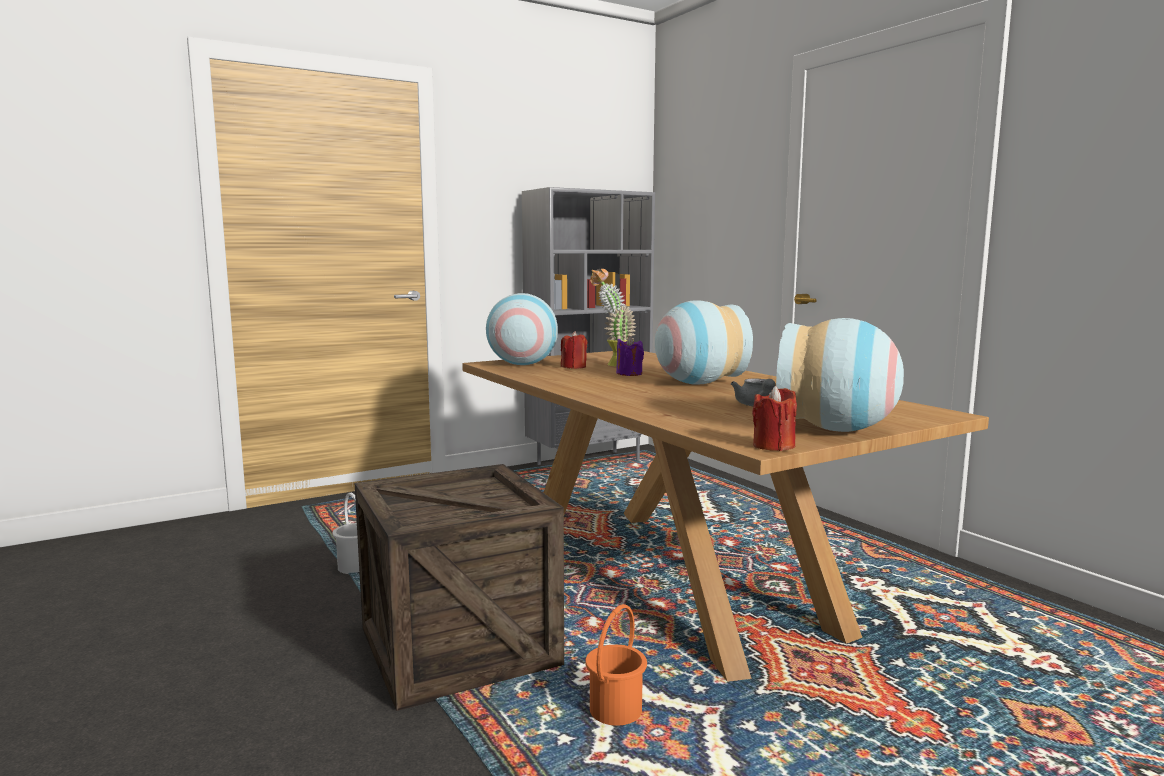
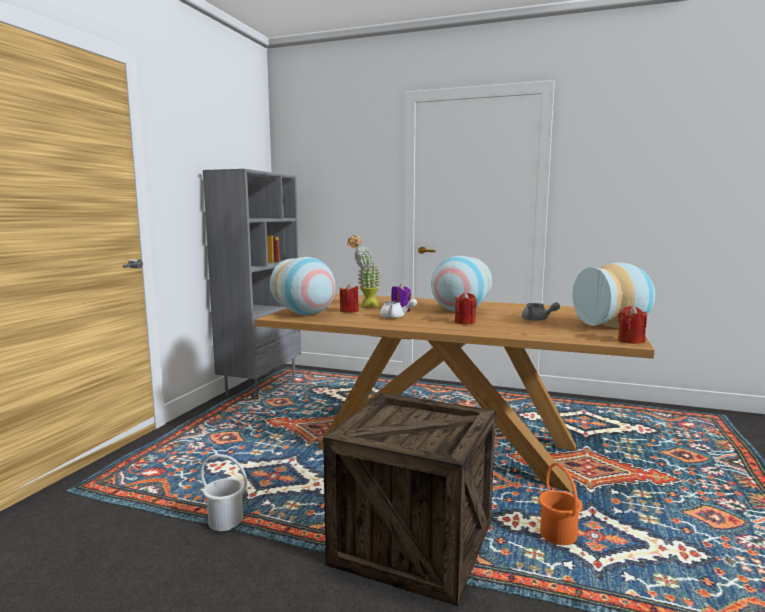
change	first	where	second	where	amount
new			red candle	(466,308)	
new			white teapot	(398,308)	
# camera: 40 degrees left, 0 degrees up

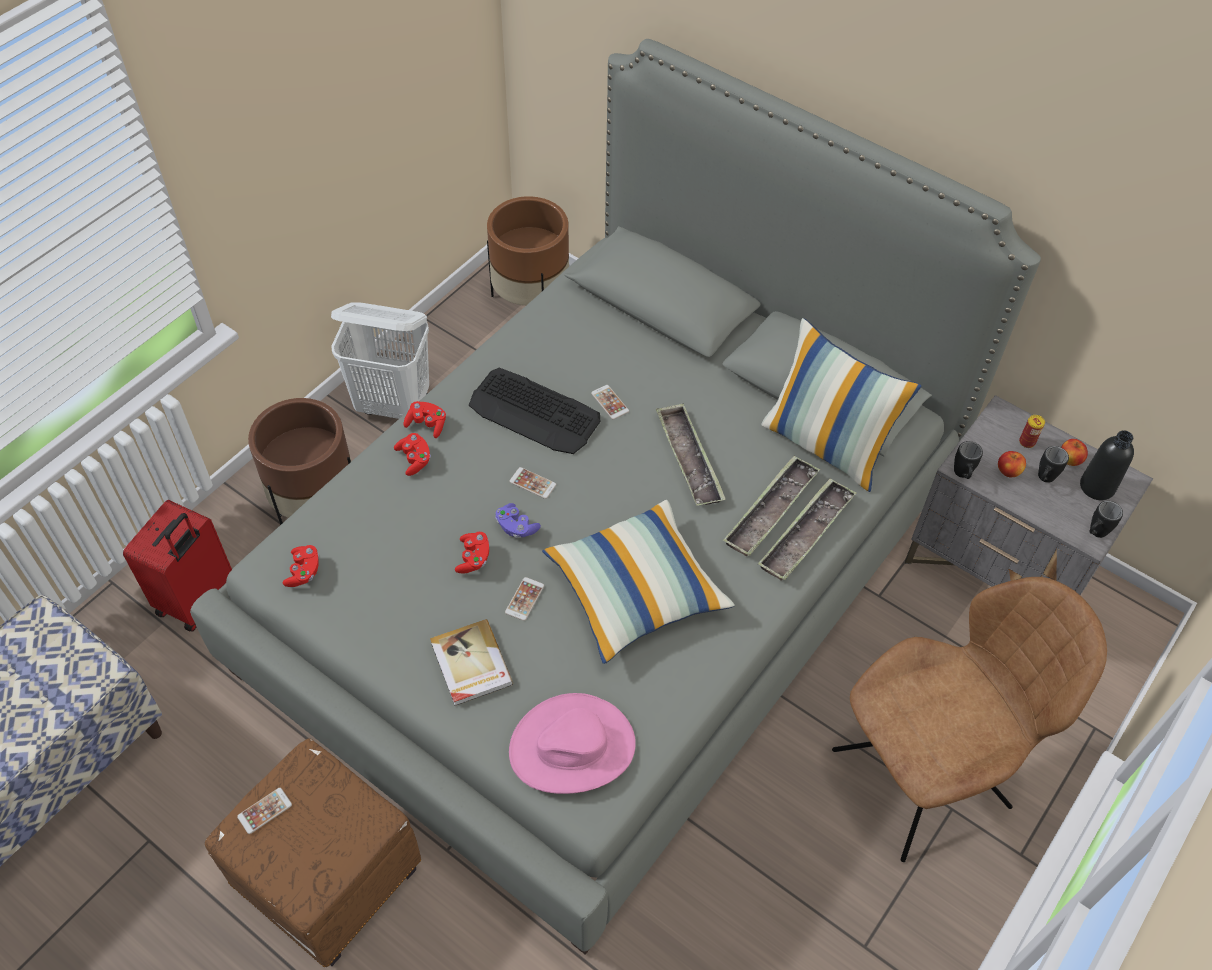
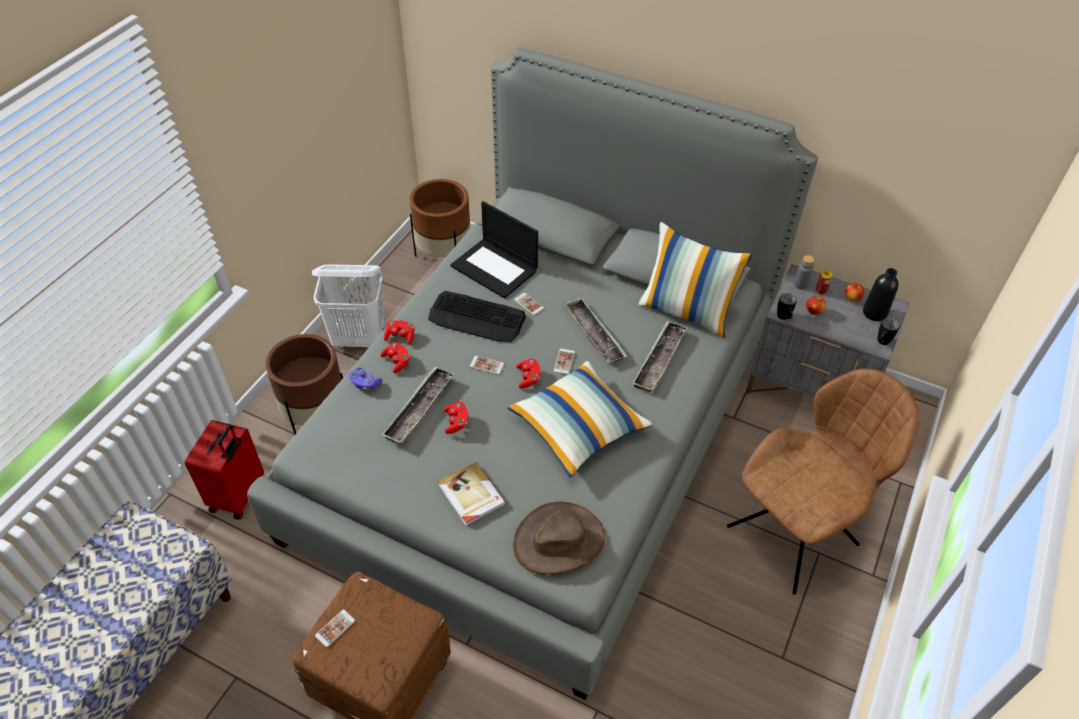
change	first	where	second	where	amount
gone	black mug	(1053,464)			
shifted	tray	(807,529)		(417,405)	
shifted	purple game controller	(518,520)		(365,378)	
shifted	red game controller	(301,566)		(528,373)	
shifted	phone	(524,599)		(564,362)	
repainted	pink hat	(572,743)	brown hat	(559,537)	
new			laptop	(494,250)	
new			grey bottle	(804,272)	
# camera: 10 degrees left, 5 degrees down

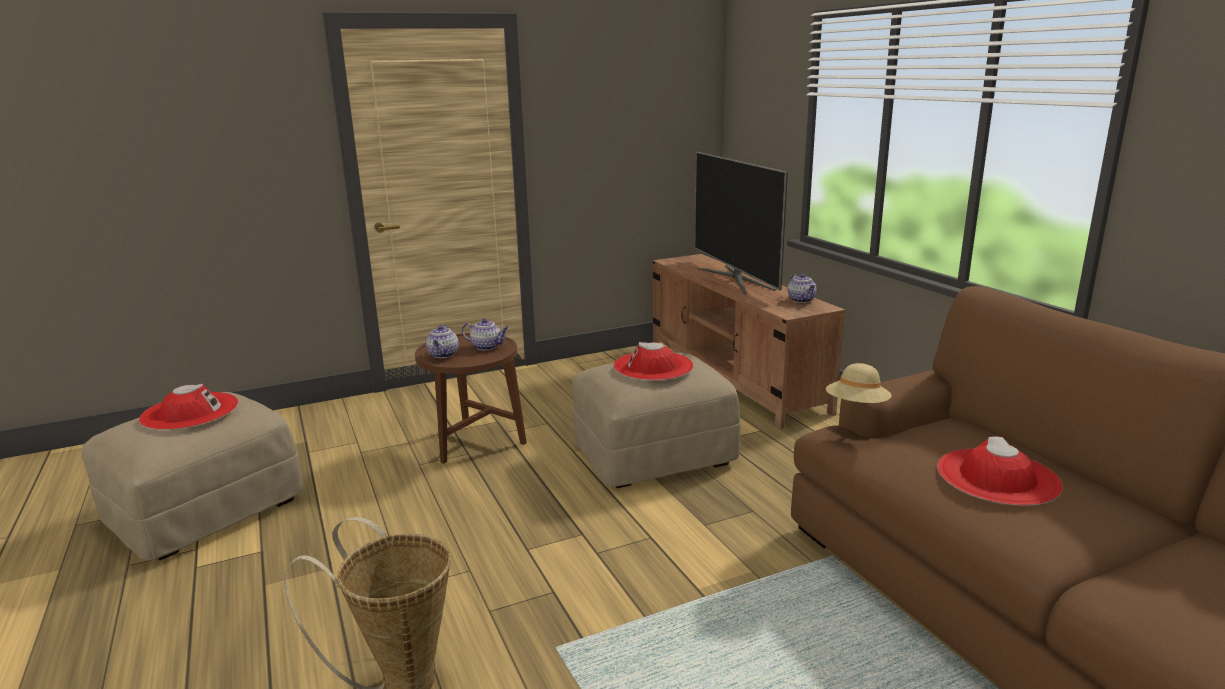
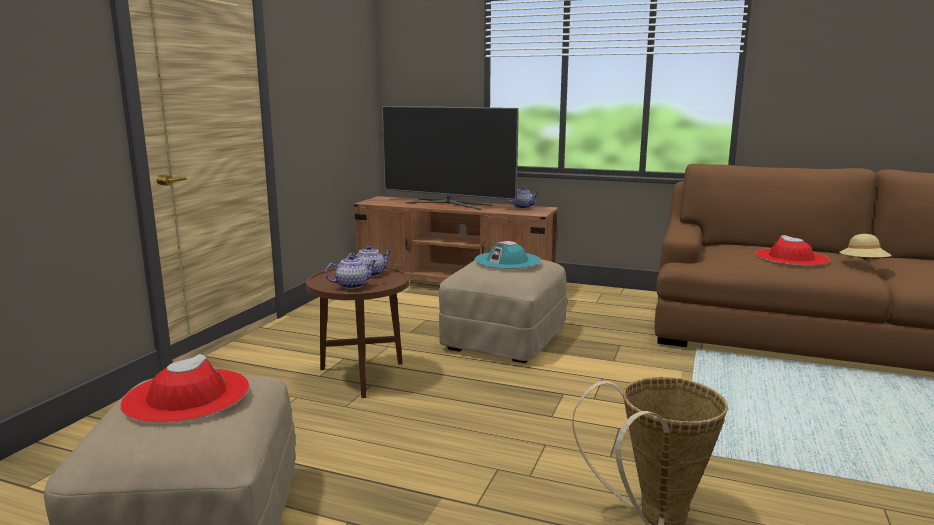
change	first	where	second	where	amount
rotated	teapot	(442,341)		(351,272)	75 degrees counterclockwise
repainted	red hat	(653,361)	turquoise hat	(507,255)	
shifted	beige hat	(858,383)		(865,246)	
# camera: 45 degrees left, 5 degrees down

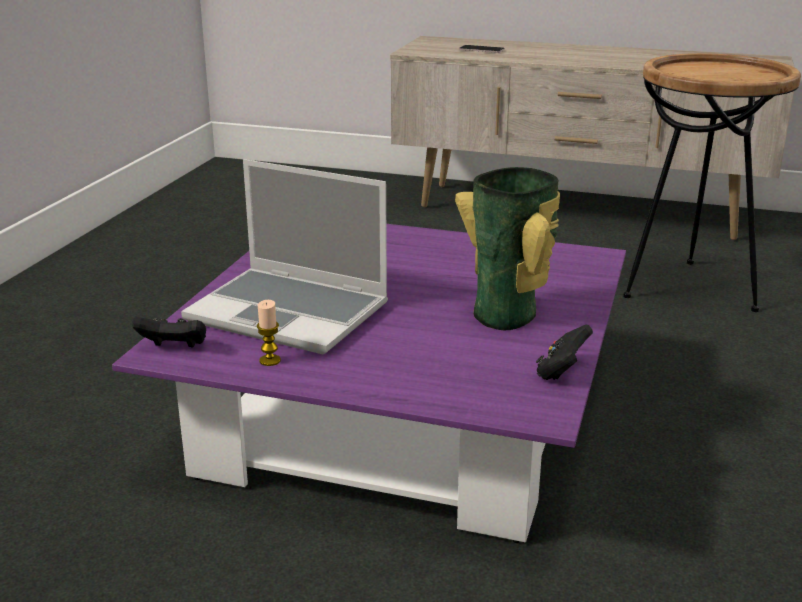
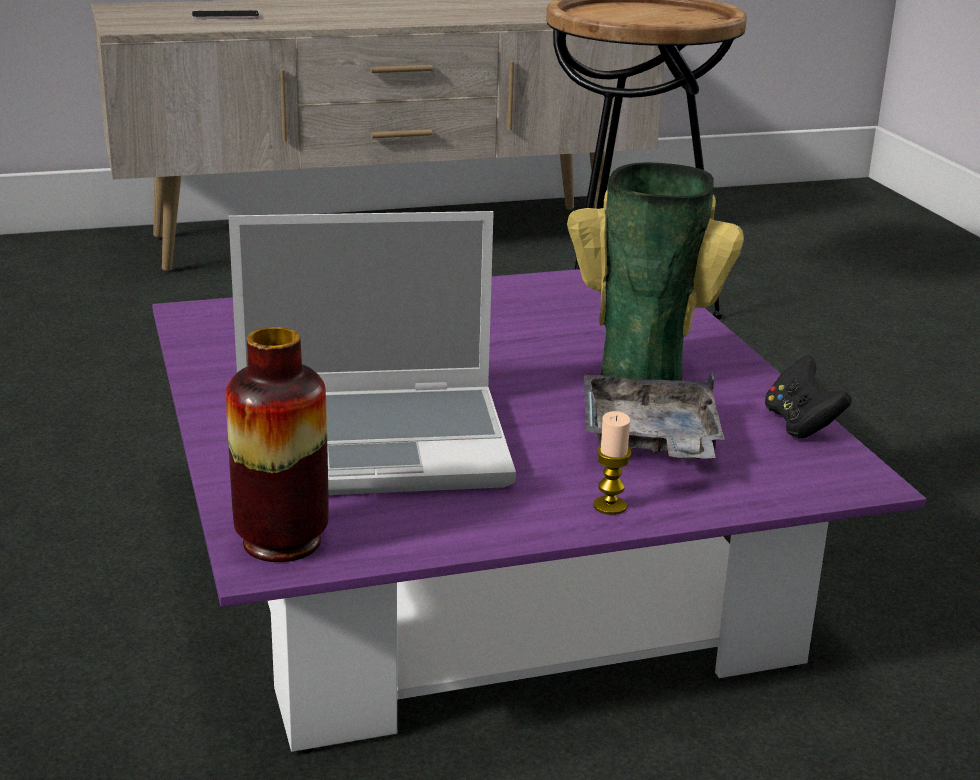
change	first	where	second	where	amount
shifted	candle	(269,333)		(612,463)	
swapped	black game controller	(169,332)	vase	(277,444)	
new			grey tray	(654,415)	
# camera: 35 degrees left, 0 degrees up

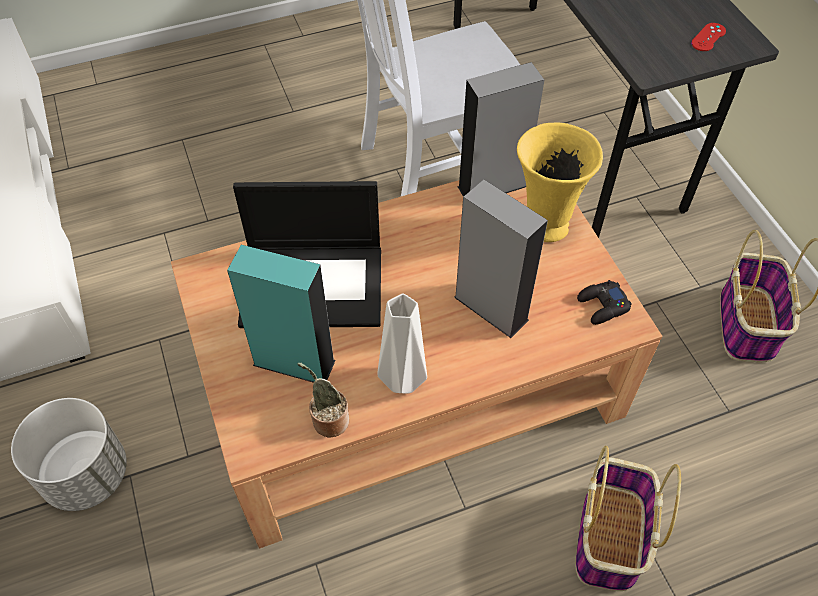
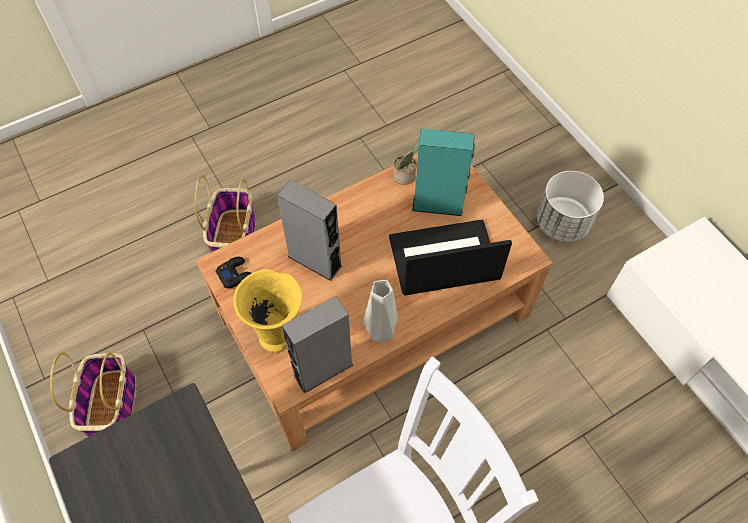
change	first	where	second	where	amount
gone	red game controller	(708,37)			
shifted	grey vase	(402,343)		(380,311)	
# camera: 170 degrees right, 5 degrees up

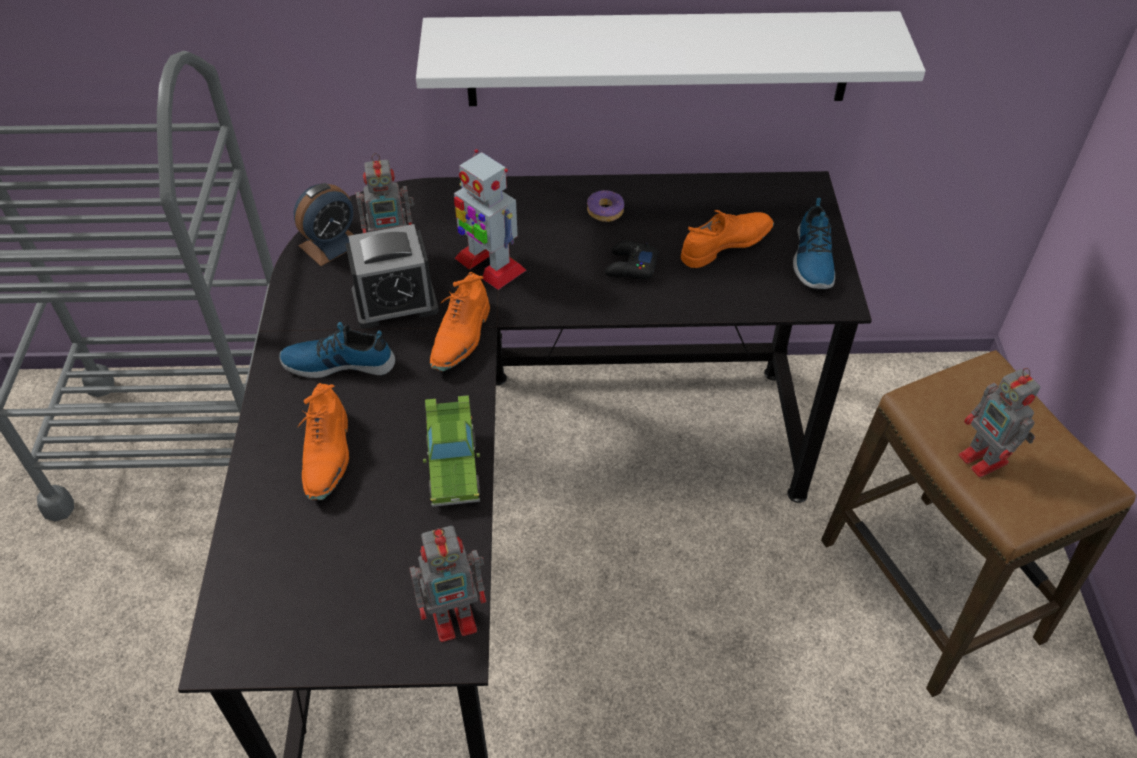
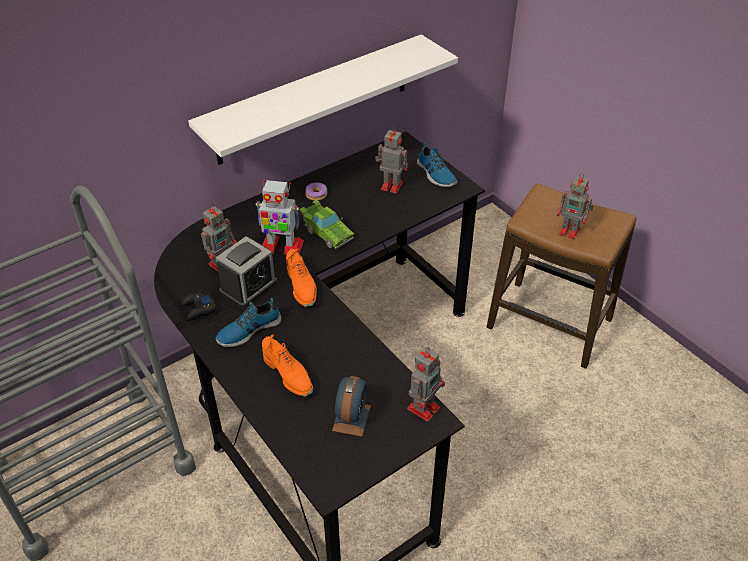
change	first	where	second	where	amount
shifted	alarm clock	(324,224)		(351,406)	
swapped	orange shoe	(727,239)	toy robot	(391,160)	
shifted	black game controller	(632,260)		(198,305)	
shifted	green toy car	(451,451)		(326,225)	
# camera: 35 degrees left, 5 degrees down

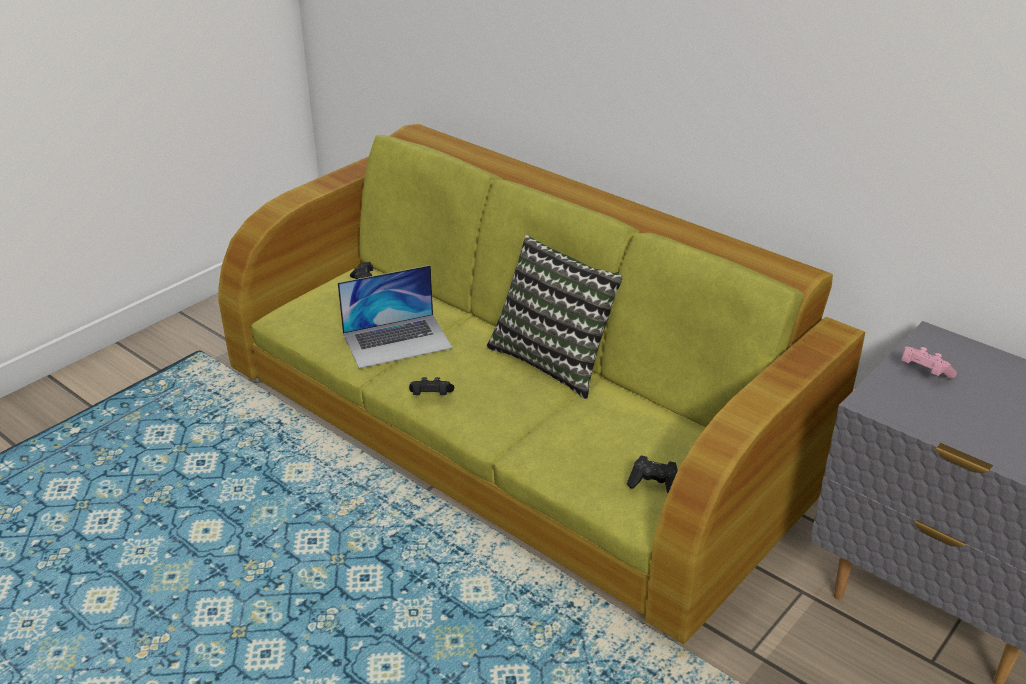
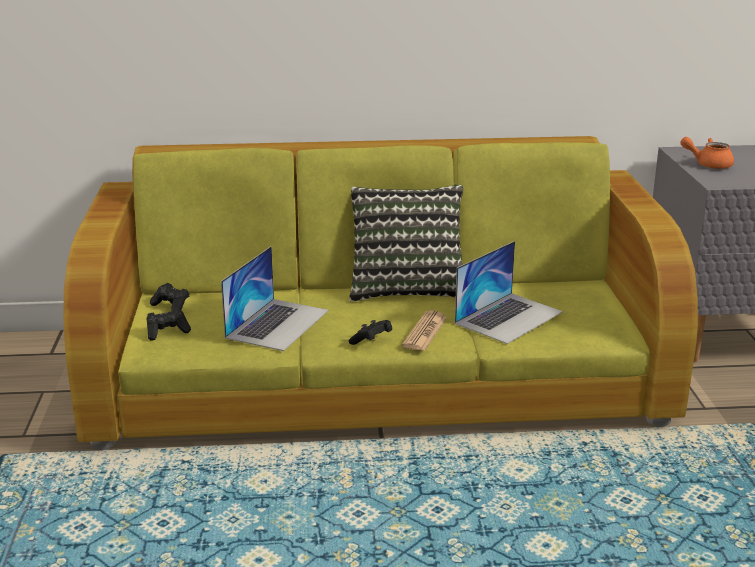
change	first	where	second	where	amount
swapped	pink game controller	(929,362)	orange teapot	(707,153)	
shifted	black game controller	(652,474)		(168,324)	
new			laptop	(509,292)	
new			newspaper	(424,331)	
# camera: 45 degrees left, 10 degrees down

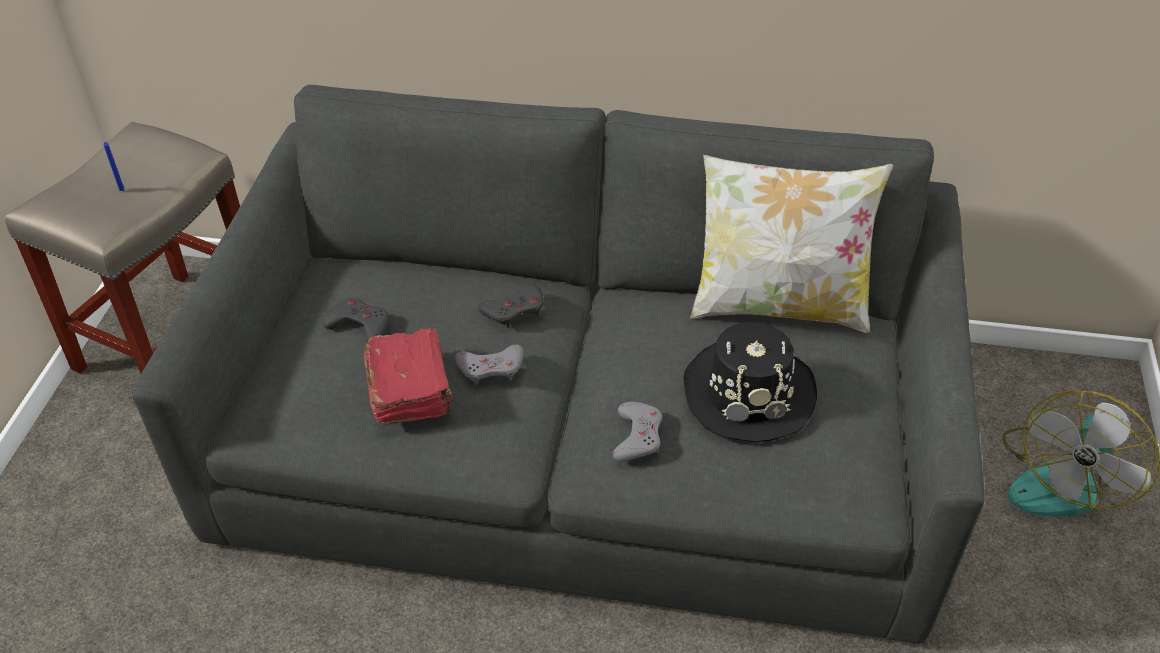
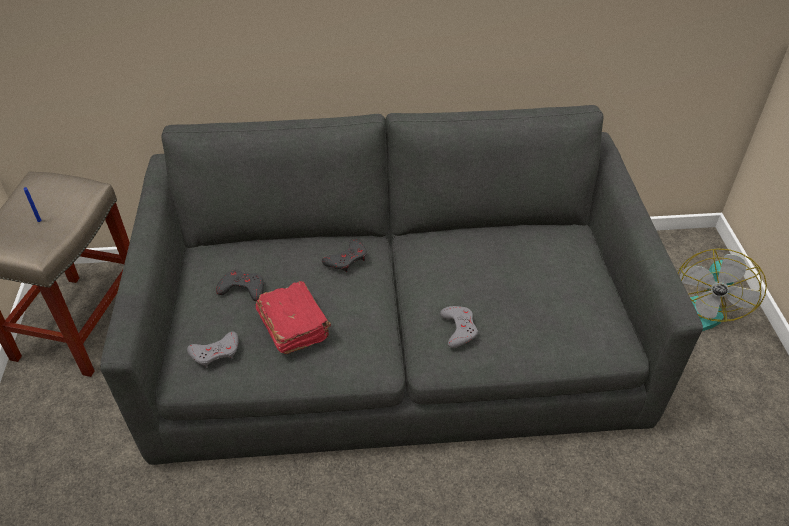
change	first	where	second	where	amount
gone	pillow	(791,244)			
gone	black hat	(750,382)			
shifted	grey game controller	(489,364)		(212,350)	
# camera: 15 degrees left, 0 degrees up

